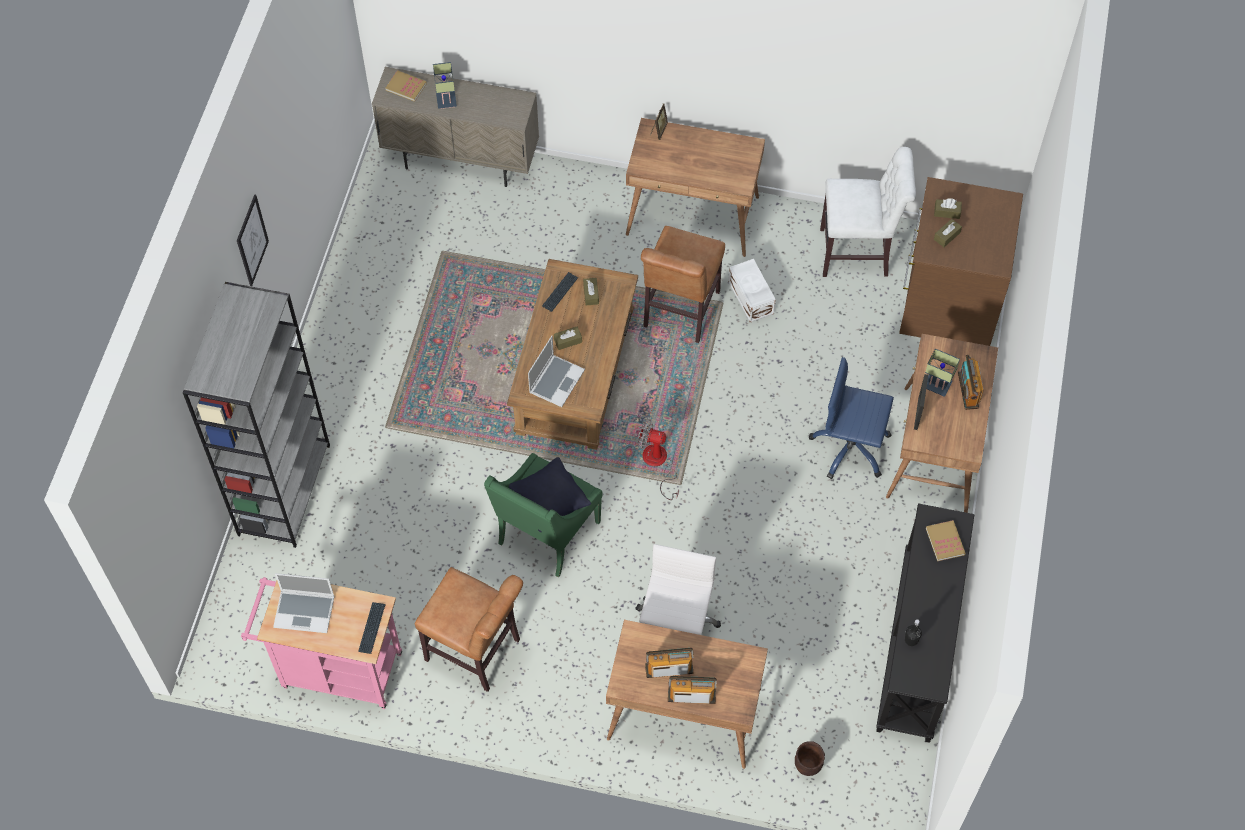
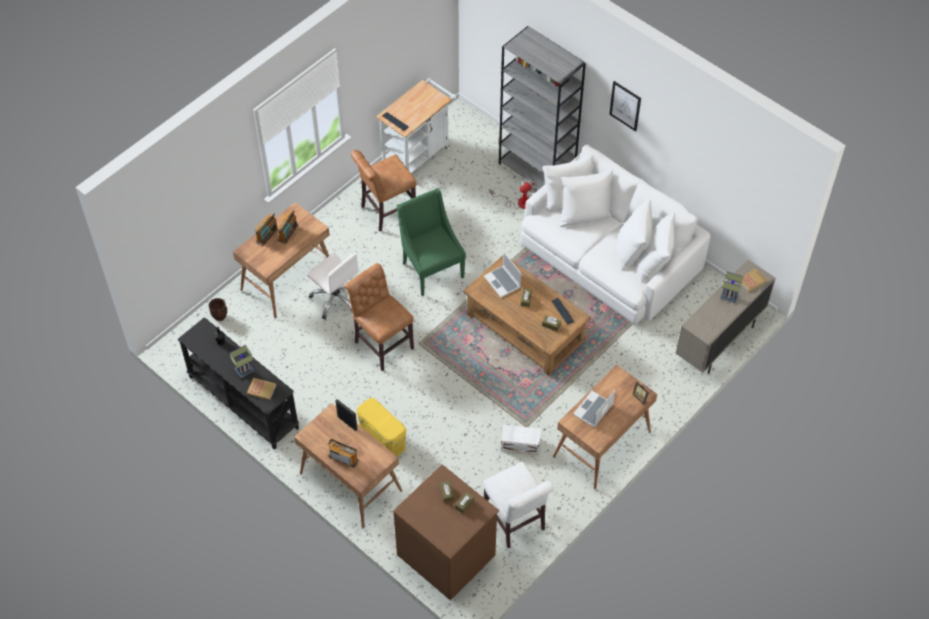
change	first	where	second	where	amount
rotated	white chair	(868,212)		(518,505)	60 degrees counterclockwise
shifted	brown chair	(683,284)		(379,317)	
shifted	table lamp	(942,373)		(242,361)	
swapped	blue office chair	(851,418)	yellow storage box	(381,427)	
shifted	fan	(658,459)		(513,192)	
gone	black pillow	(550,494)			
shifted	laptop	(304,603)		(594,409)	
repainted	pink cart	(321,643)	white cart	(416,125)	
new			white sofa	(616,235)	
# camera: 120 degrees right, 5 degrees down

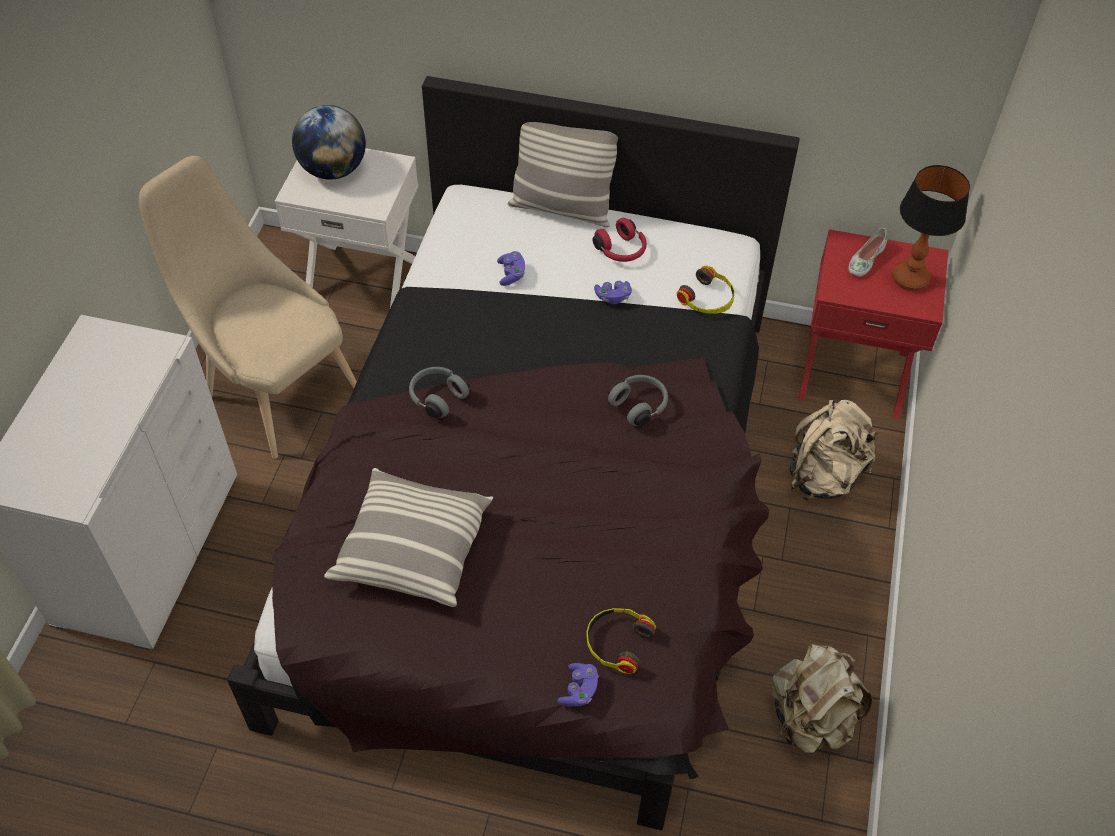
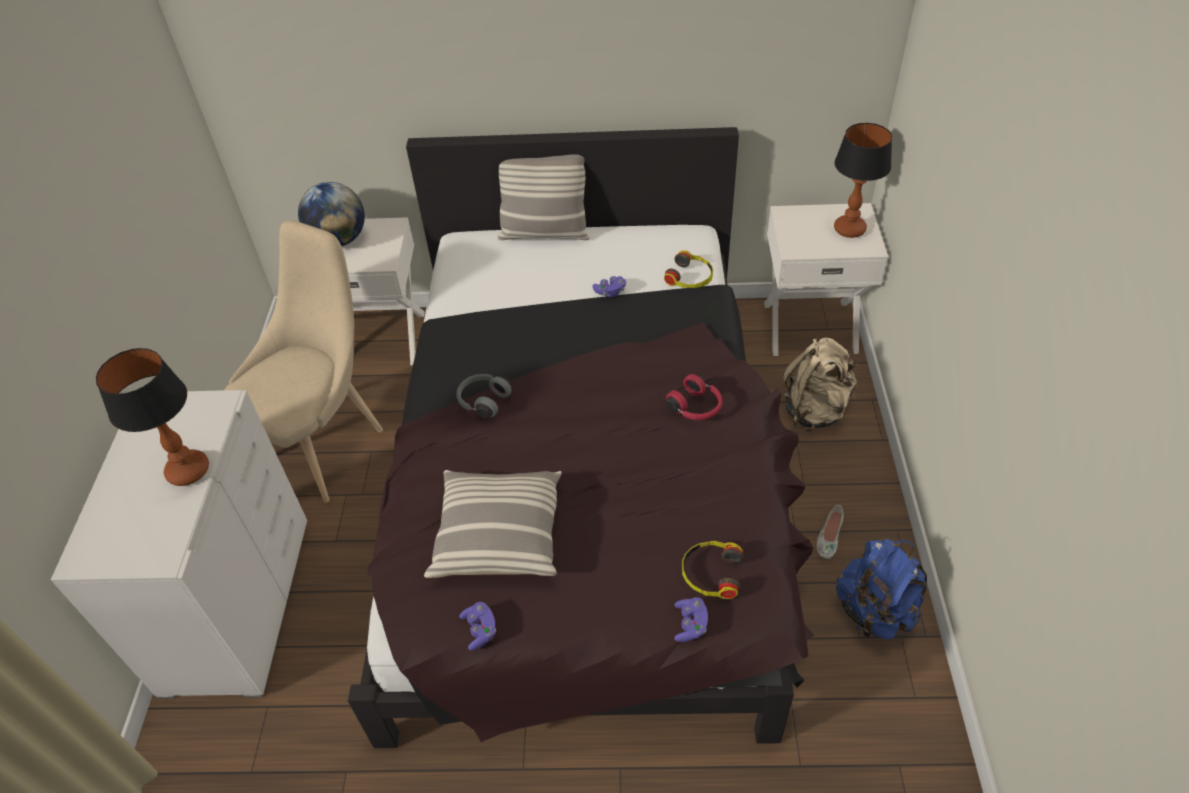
change	first	where	second	where	amount
rotated	beige chair	(248,307)		(303,361)	90 degrees clockwise
shifted	red headphones	(620,240)		(694,397)	
shifted	white shoe	(868,252)		(830,532)	
repainted	red nightstand	(873,324)	white nightstand	(826,279)	
shifted	purple game controller	(511,268)		(477,626)	
gone	grey headphones	(638,400)			
repainted	beige backpack	(822,698)	blue backpack	(881,589)	
new			table lamp	(152,417)	
# camera: 10 degrees left, 5 degrees down

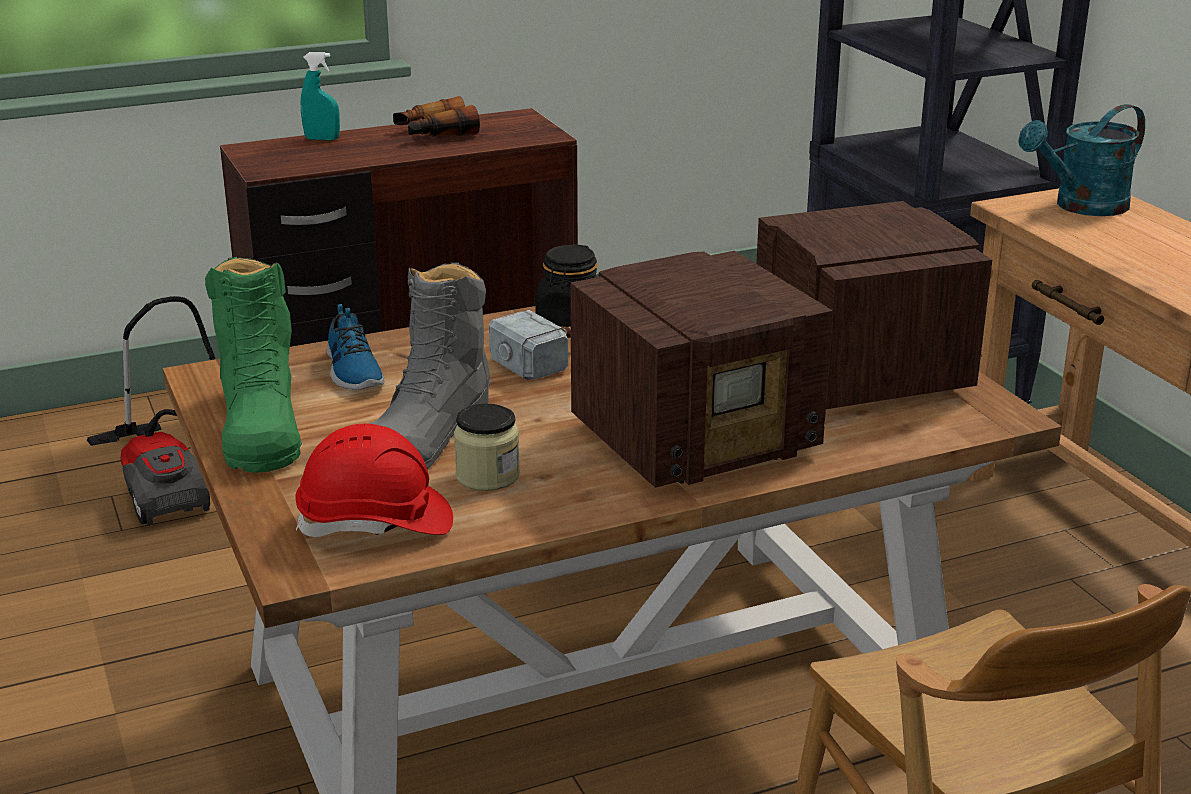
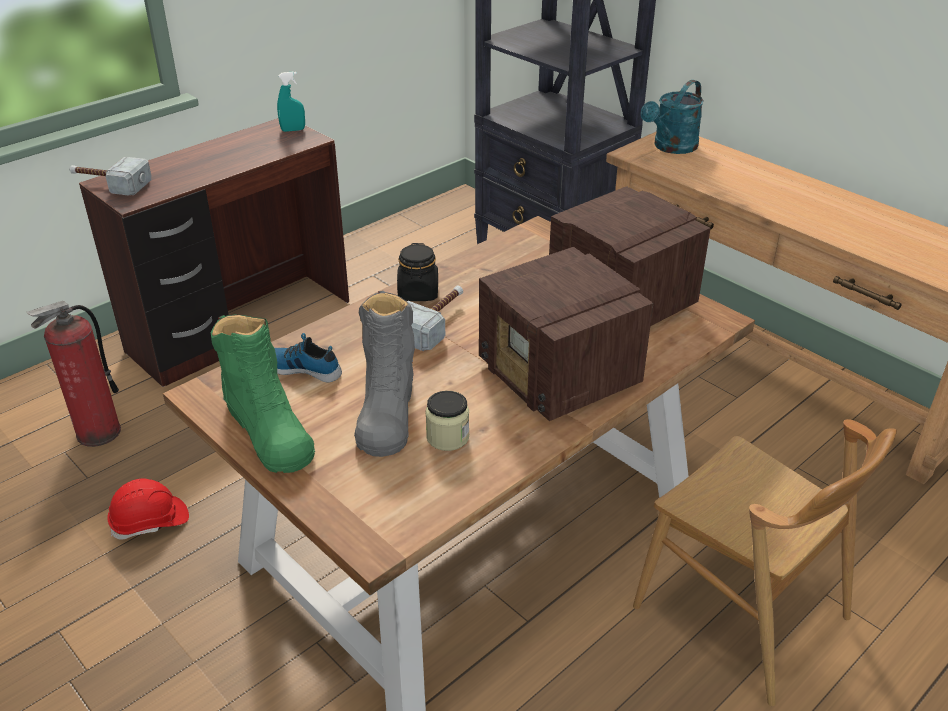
change	first	where	second	where	amount
shifted	turquoise spray bottle	(320,96)		(291,102)	
gone	binoculars	(436,116)			
rotated	radio	(701,369)		(566,334)	105 degrees clockwise
swapped	vacuum cleaner	(151,411)	fire extinguisher	(74,374)	
rotated	shoe	(356,347)		(308,357)	150 degrees clockwise
shifted	red hard hat	(374,480)		(148,508)	
new			hammer	(110,176)	
# camera: 20 degrees left, 10 degrees up

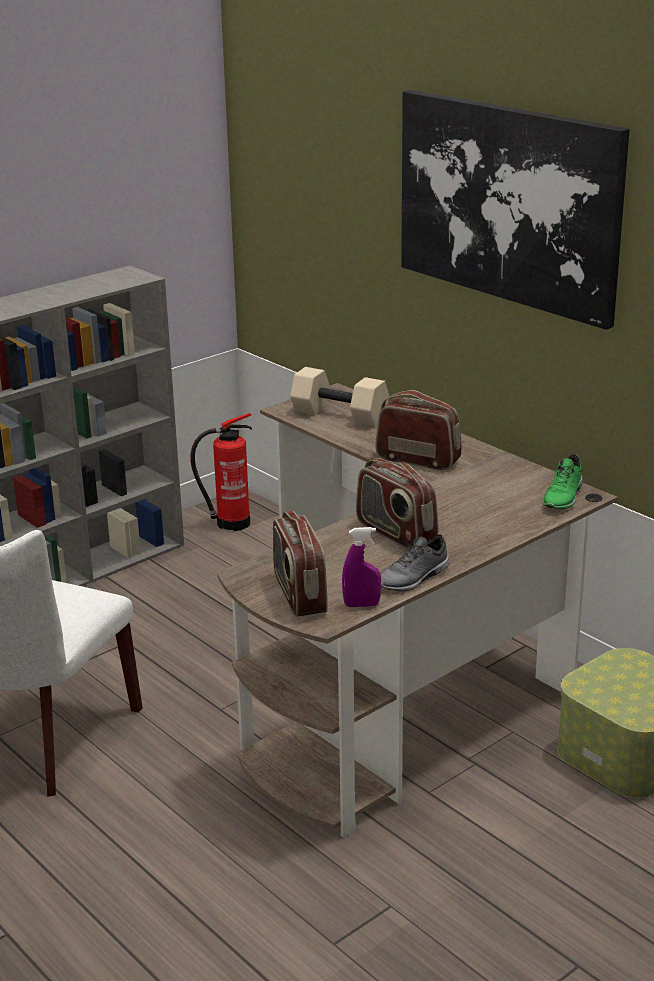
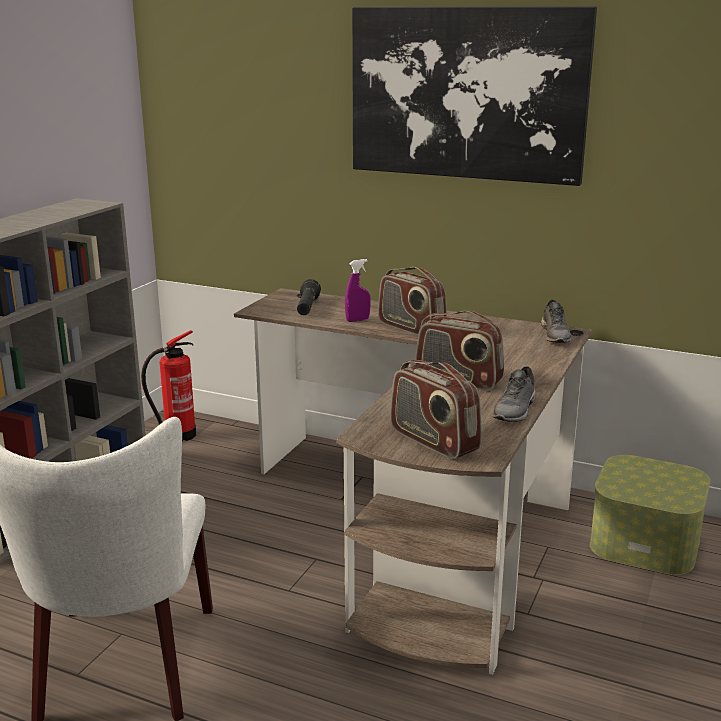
change	first	where	second	where	amount
swapped	beige dumbbell	(339,396)	black flashlight	(309,297)	
rotated	radio	(418,430)		(412,301)	135 degrees counterclockwise
repainted	green shoe	(563,481)	grey shoe	(556,321)	
shifted	purple spray bottle	(361,567)		(358,290)	
# camera: 25 degrees left, 5 degrees down

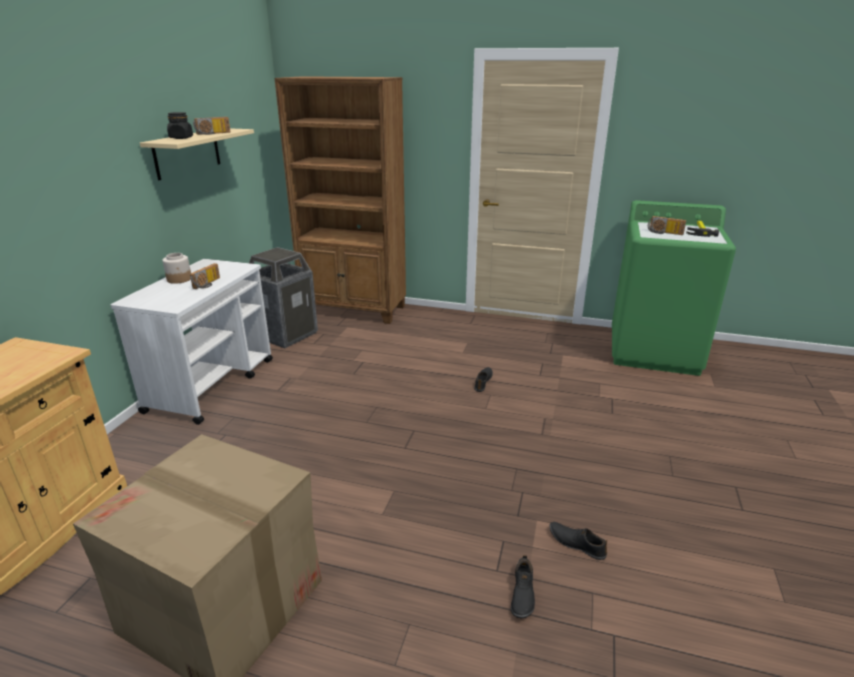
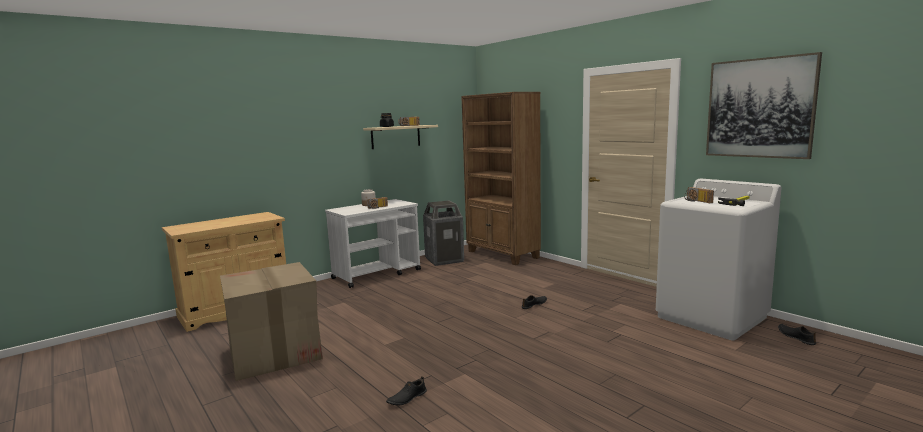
change	first	where	second	where	amount
repainted	green washing machine	(674,288)	white washing machine	(719,260)	
shifted	black shoe	(578,541)		(797,334)	
new			picture	(764,105)	
# camera: 35 degrees right, 15 degrees down

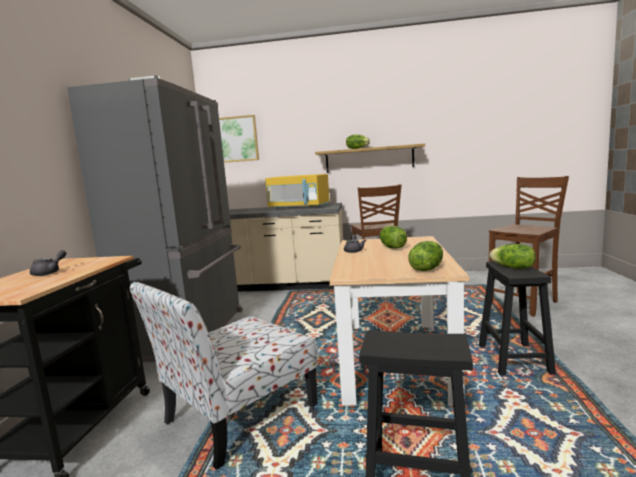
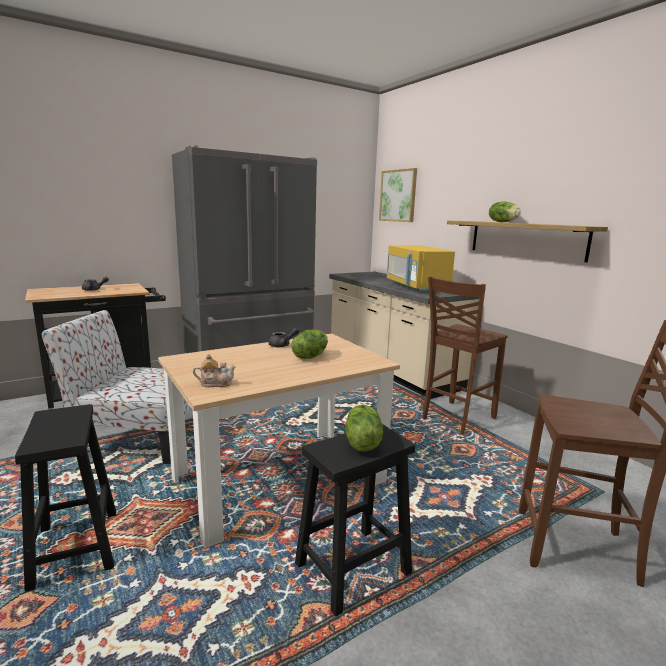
change	first	where	second	where	amount
swapped	lettuce	(425,256)	teapot	(214,370)	
# camera: 50 degrees right, 5 degrees up

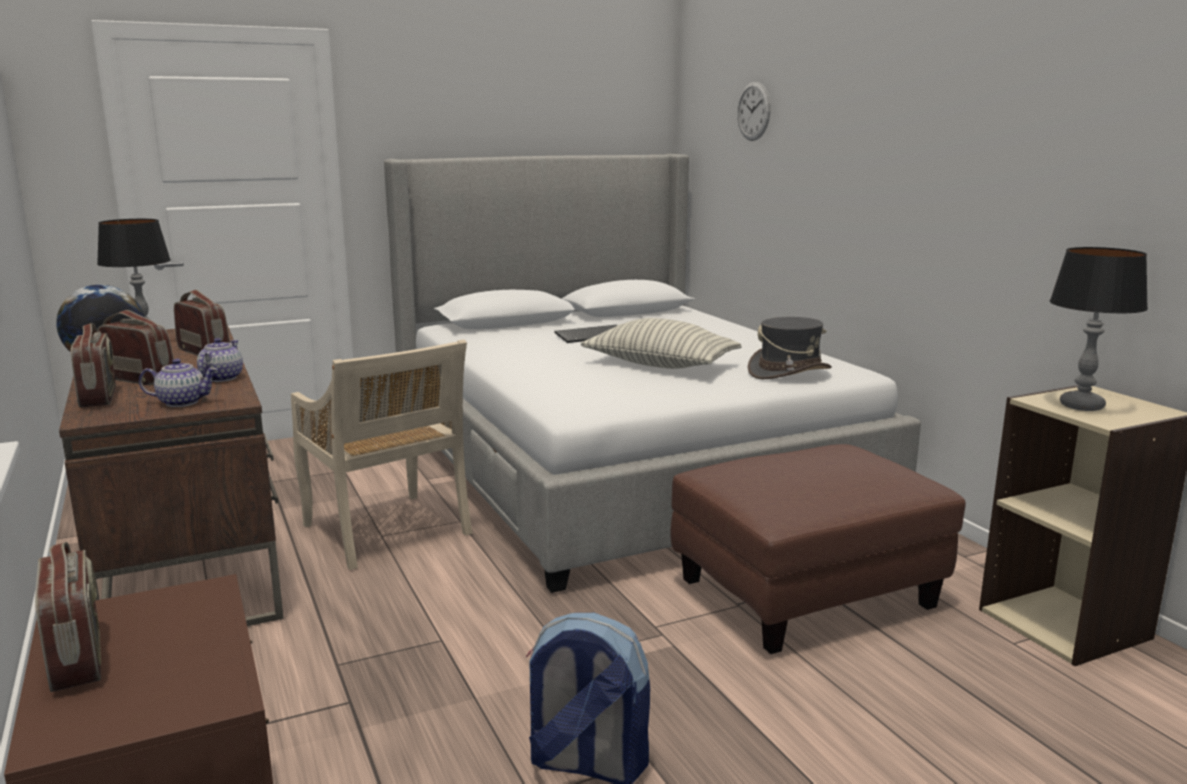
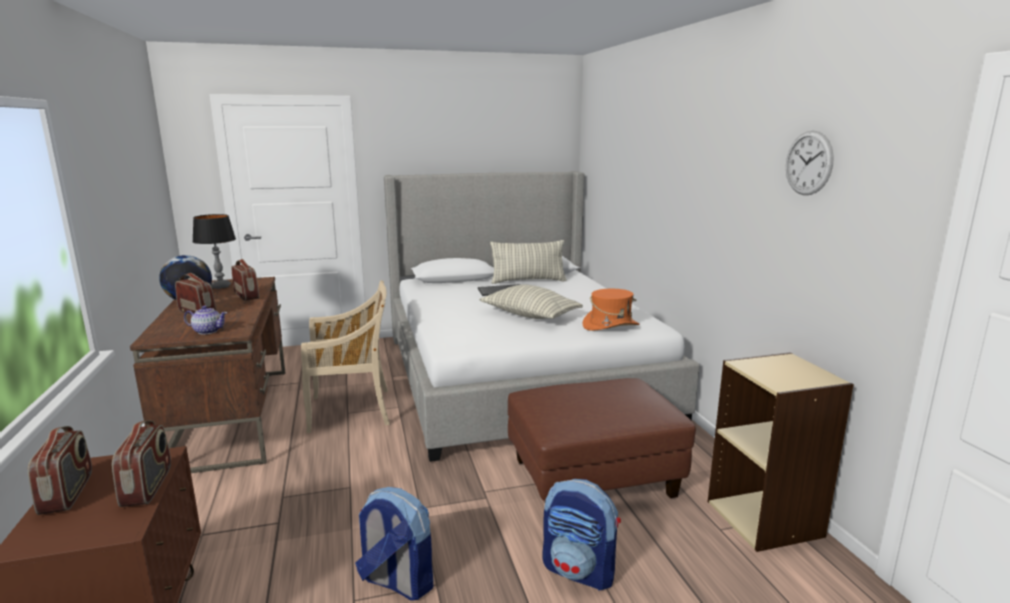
change	first	where	second	where	amount
shifted	wall clock	(754,111)		(810,163)	
gone	table lamp	(1098,329)			
repainted	grey hat	(790,348)	orange hat	(611,310)	
shifted	radio	(93,365)		(141,463)	
gone	teapot	(220,360)			
rotated	beige chair	(381,454)		(345,356)	75 degrees counterclockwise
new			pillow	(528,262)	
new			backpack	(581,535)	
# camera: 10 degrees right, 0 degrees up

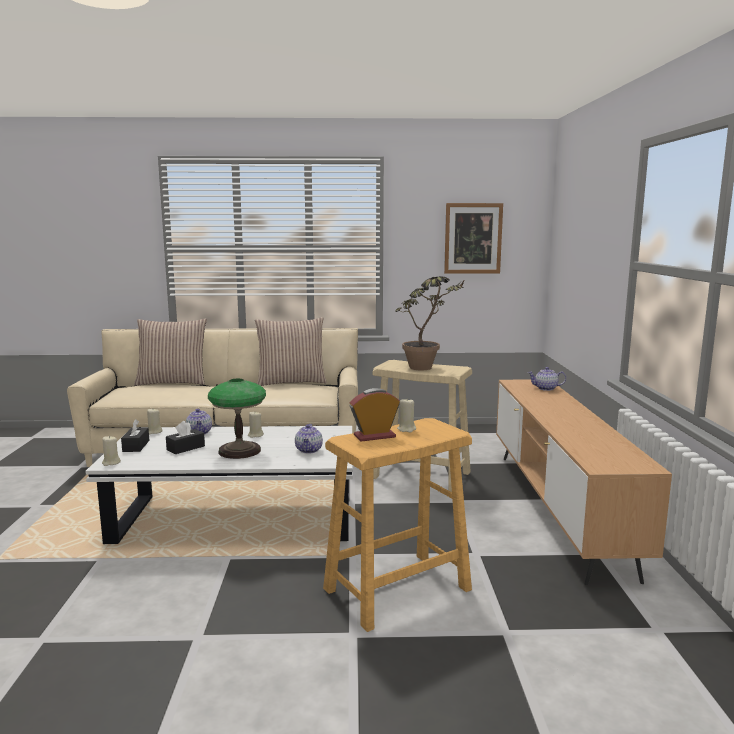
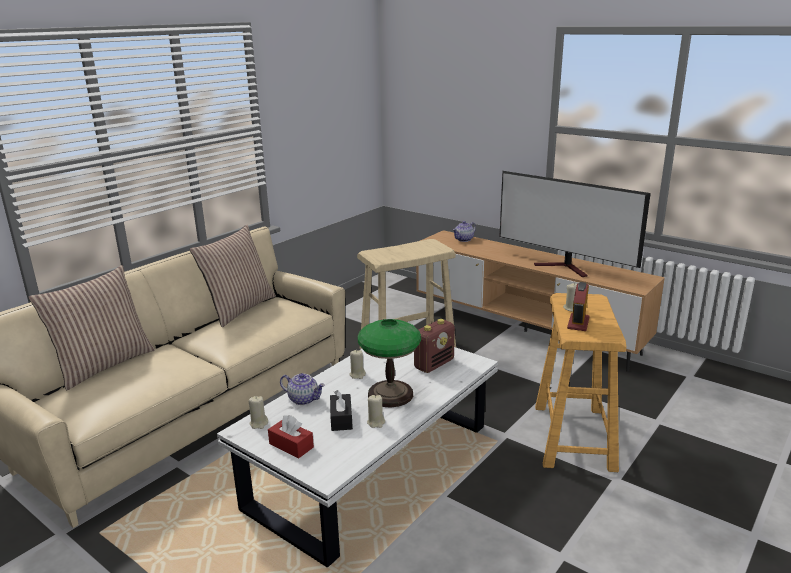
change	first	where	second	where	amount
gone	picture	(473,238)			
gone	potted plant	(429,323)			
repainted	black tissue box	(135,435)	red tissue box	(291,436)	
swapped	teapot	(309,438)	radio	(434,346)	
shifted	beige candle	(111,451)		(376,411)	
new			television	(575,224)	
# camera: 50 degrees left, 10 degrees up

